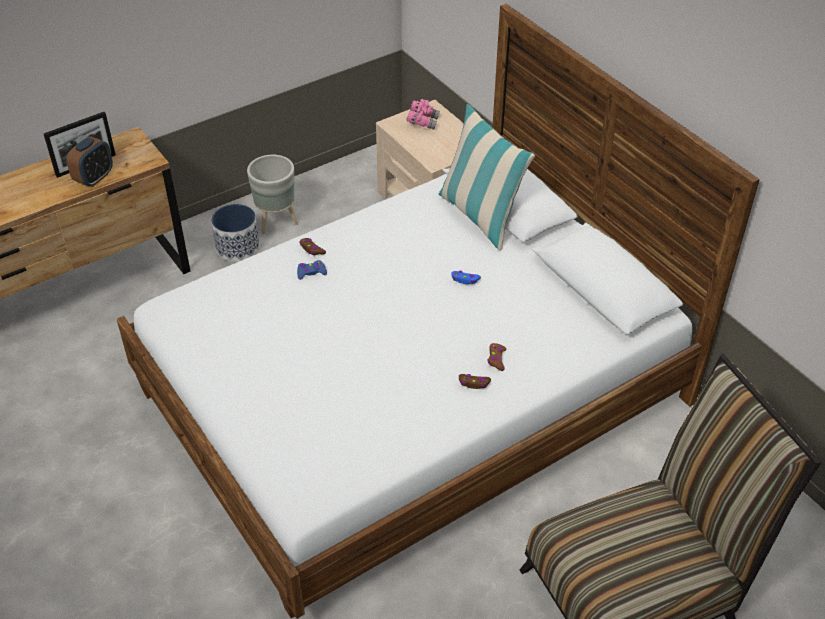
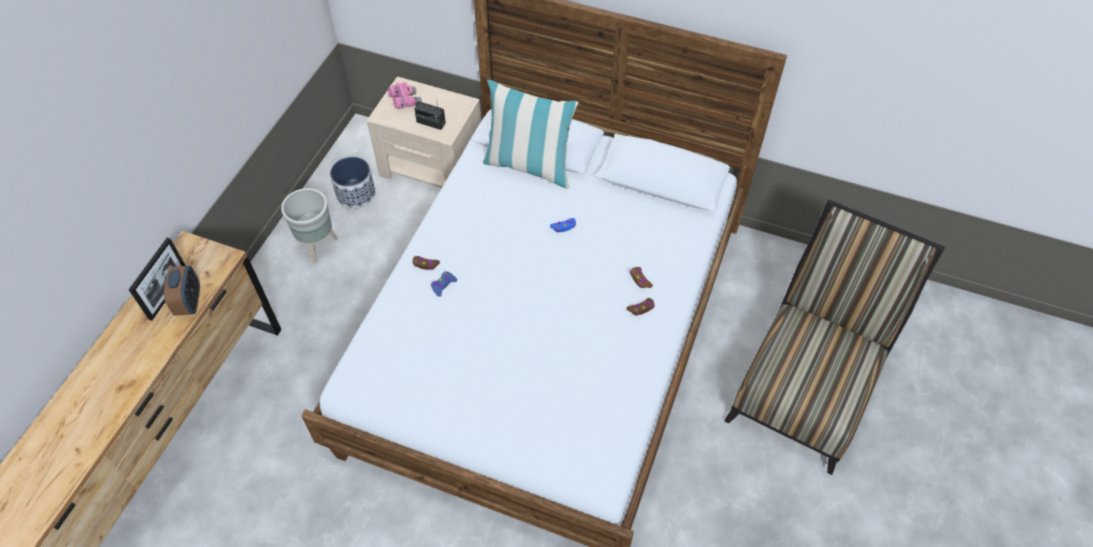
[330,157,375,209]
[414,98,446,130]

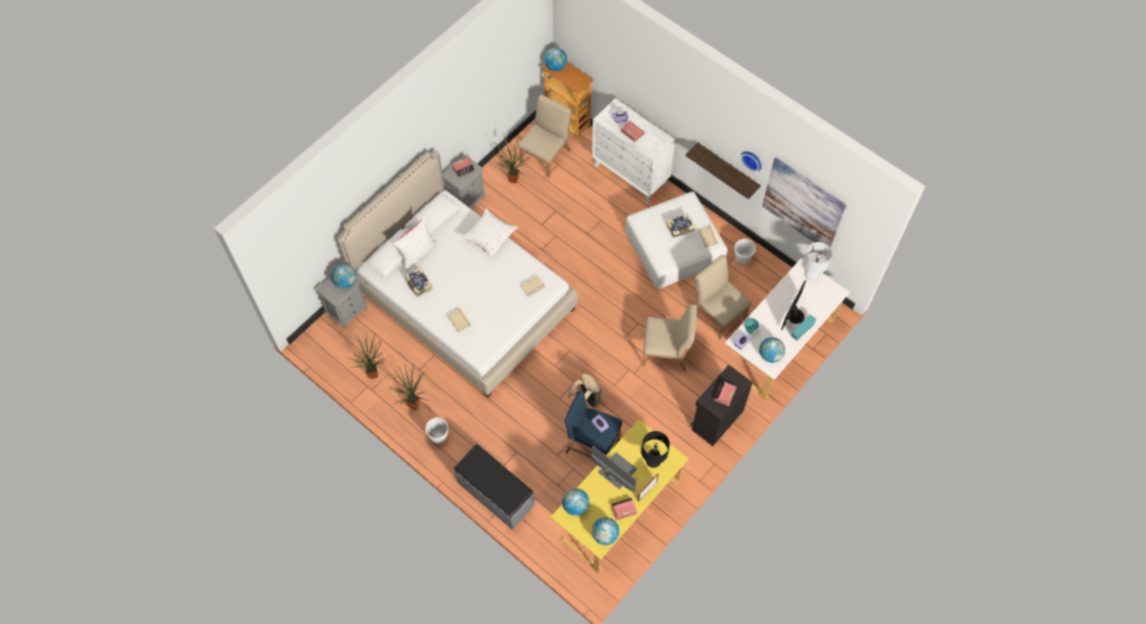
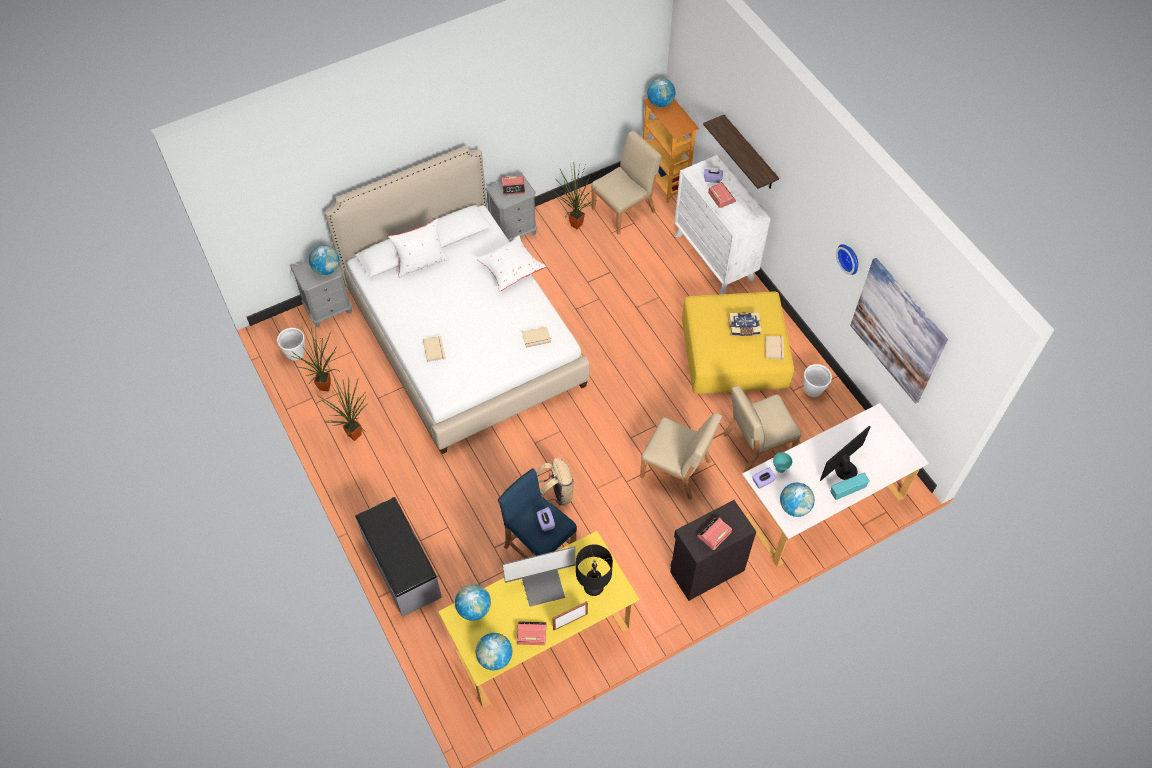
[277,328,305,361]
[503,546,575,607]
[682,292,794,394]
[703,115,779,189]
[723,386,801,472]
[405,267,433,297] (first image)
[804,242,832,281] (first image)

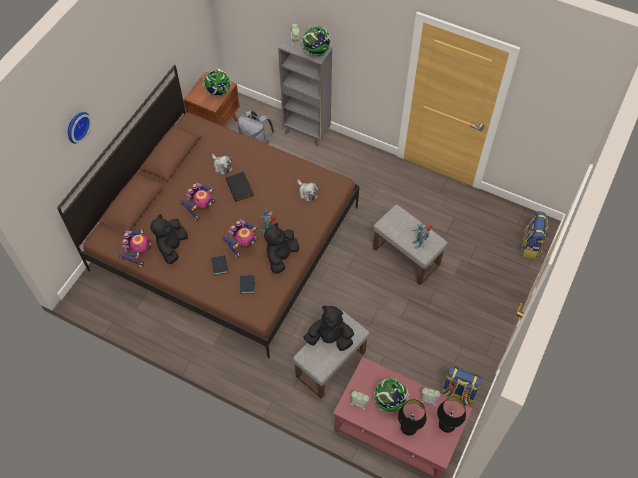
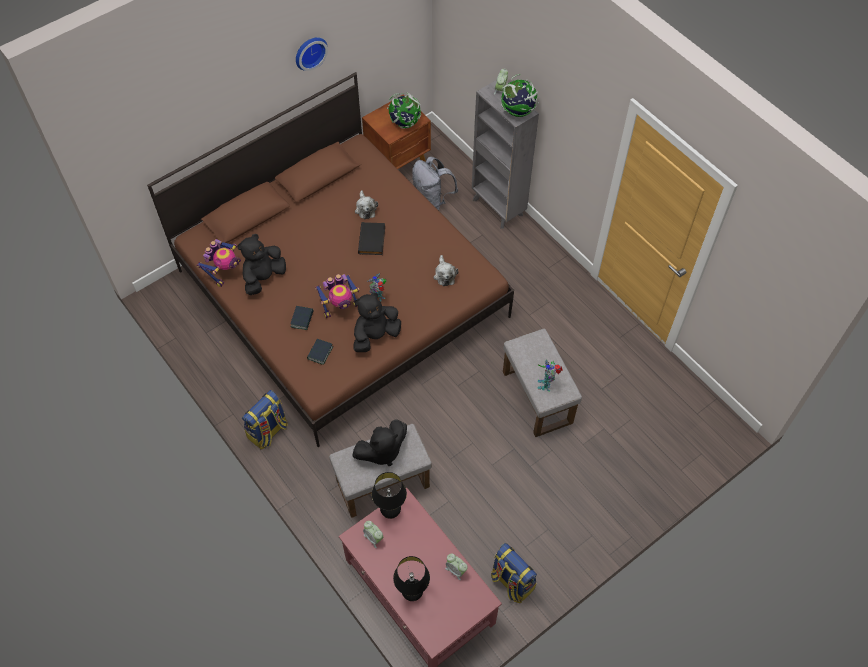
[242,390,288,449]
[296,37,328,71]
[352,419,407,466]
[372,472,407,519]
[180,182,215,221] (first image)
[374,377,409,412] (first image)

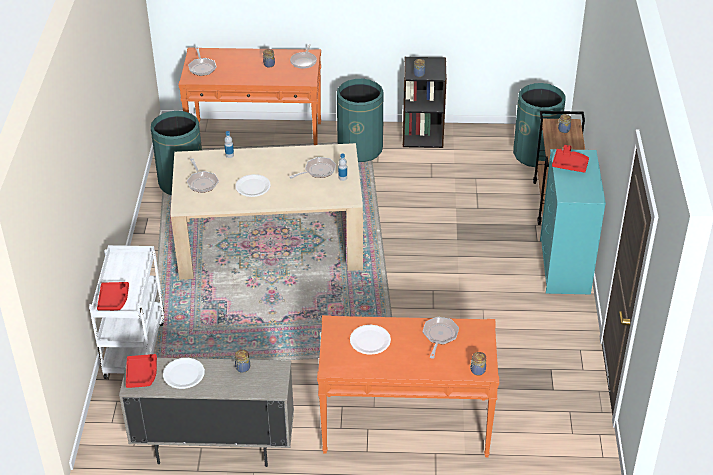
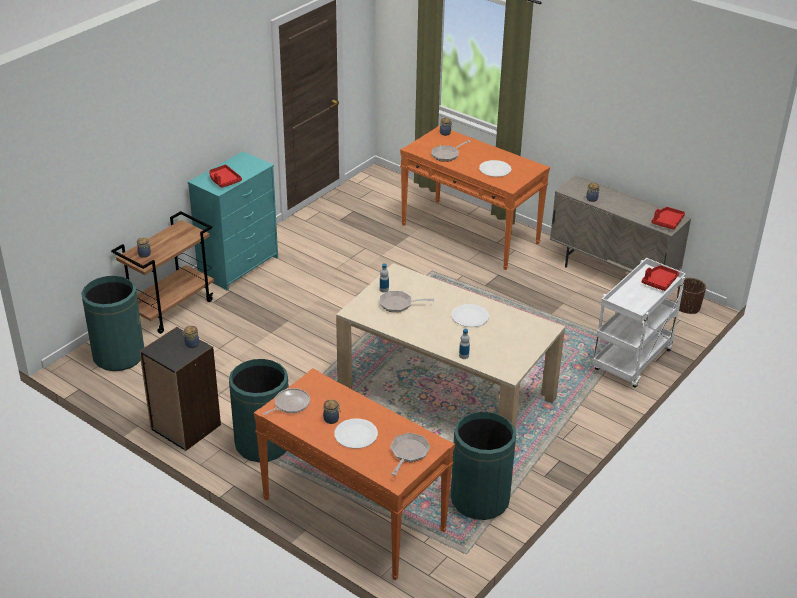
[334,419,378,449]
[676,278,706,314]
[187,158,219,193] (first image)

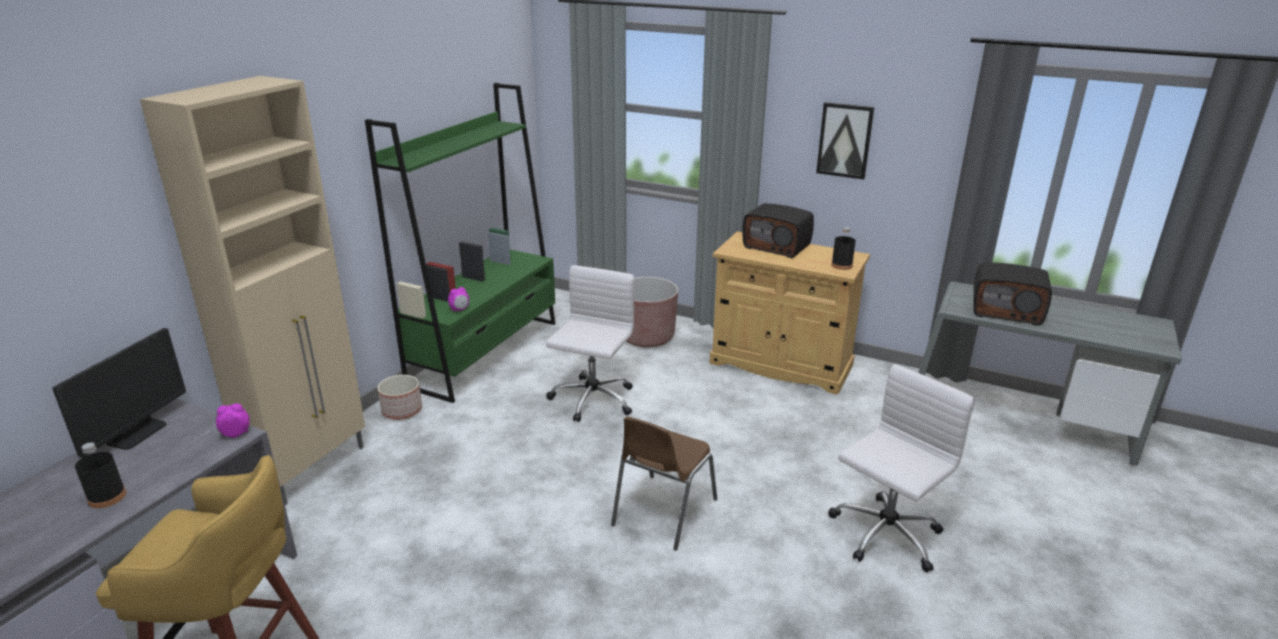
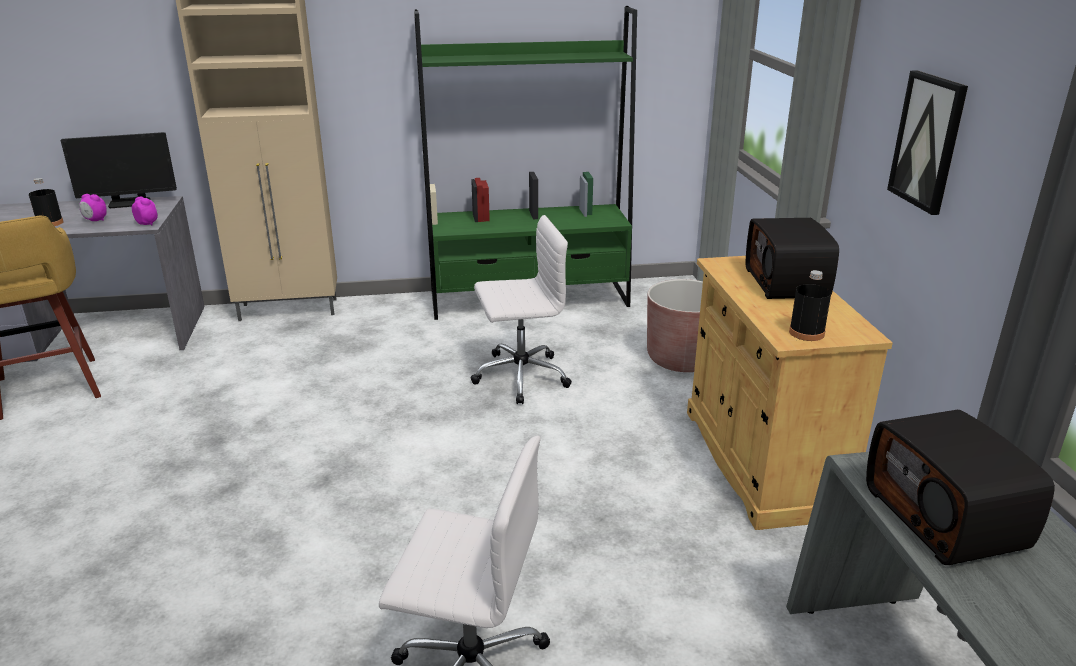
[79,194,107,221]
[377,375,422,420] (first image)
[611,417,717,551] (first image)

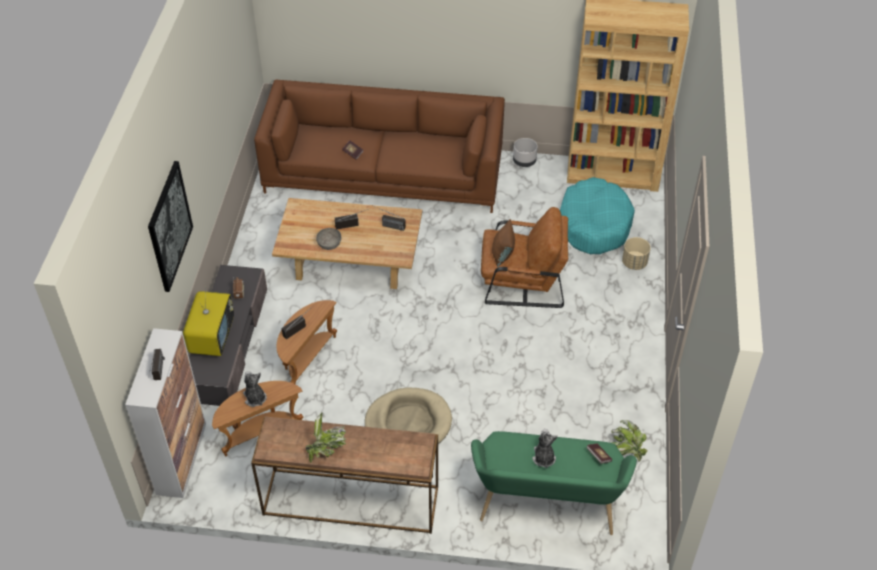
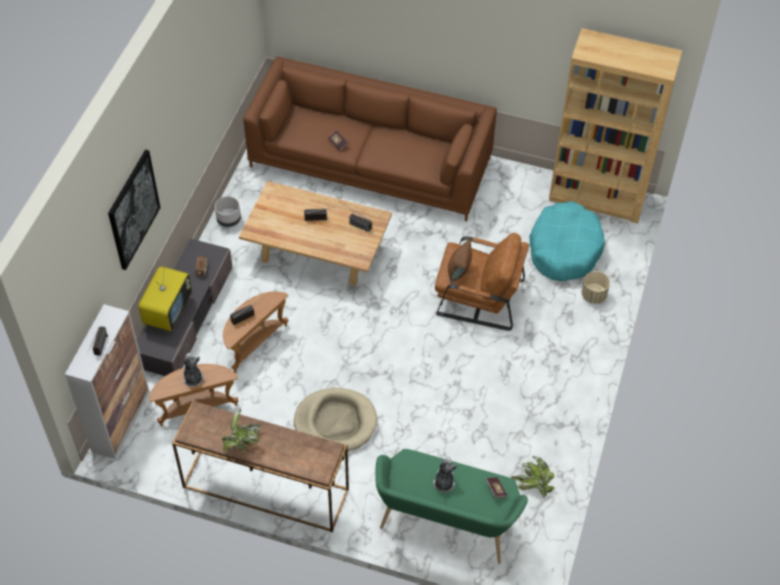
[215,196,241,227]
[316,228,341,250] (first image)

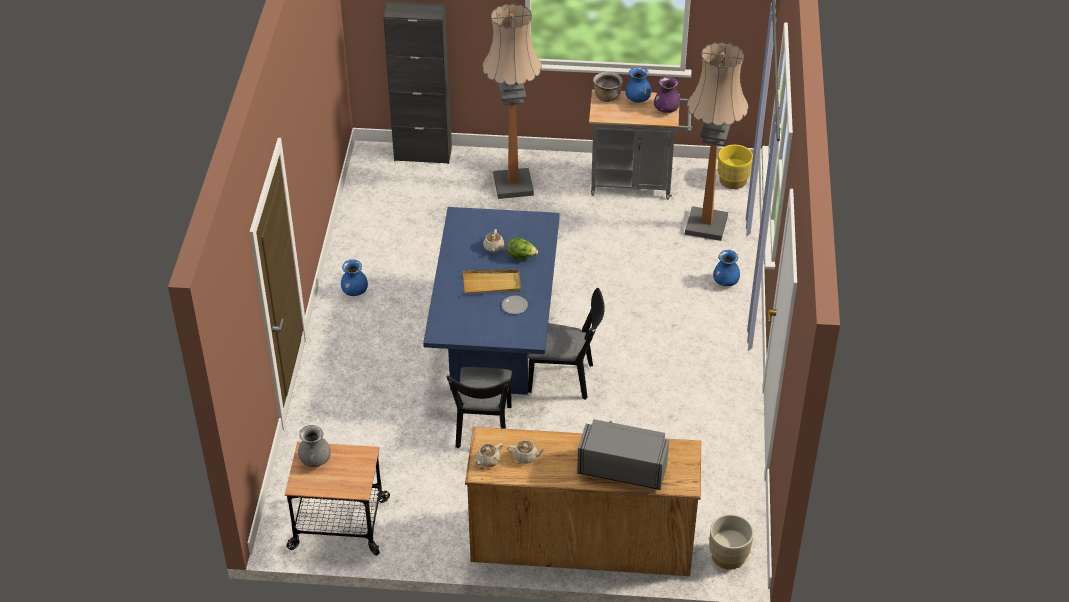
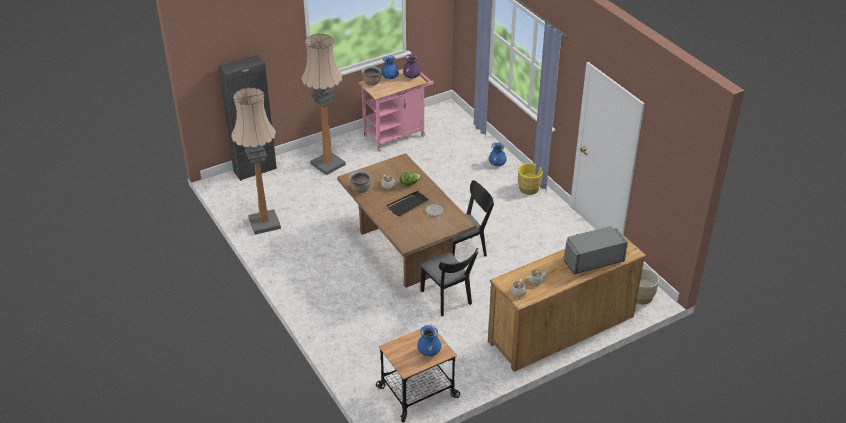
[231,87,281,235]
[337,153,476,288]
[349,170,371,193]
[359,69,434,151]
[387,191,430,217]
[417,325,441,356]
[518,163,543,195]
[298,425,331,467] (first image)

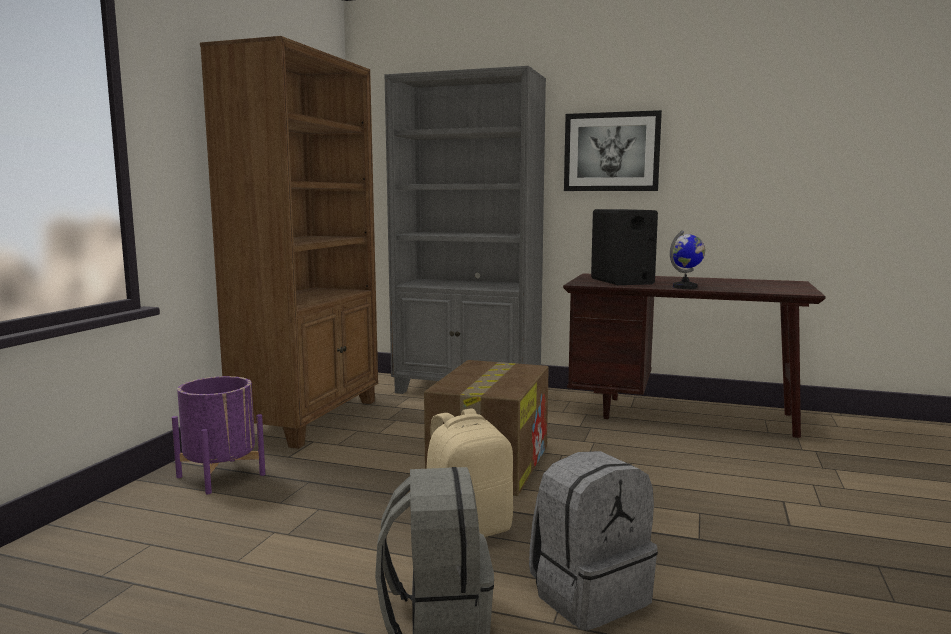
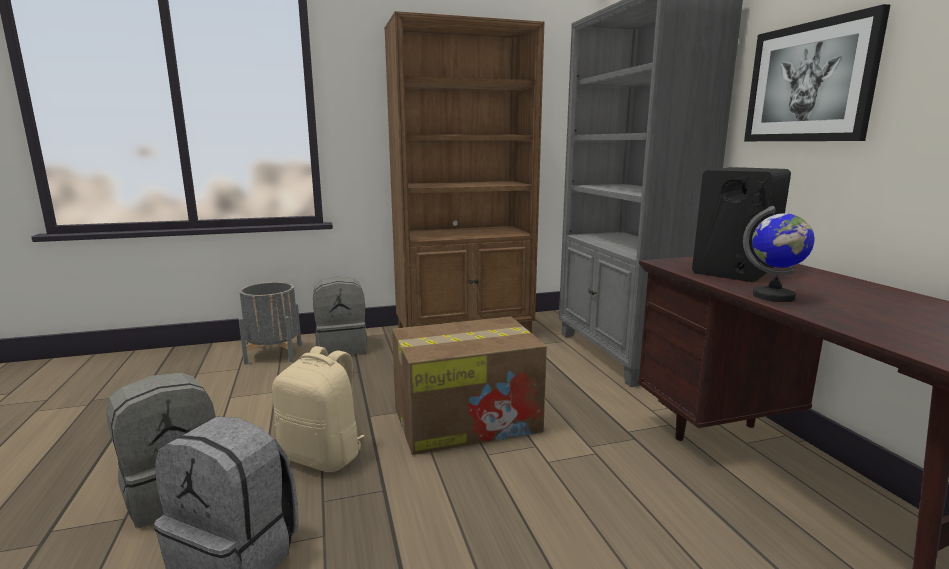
[239,282,302,365]
[313,277,368,355]

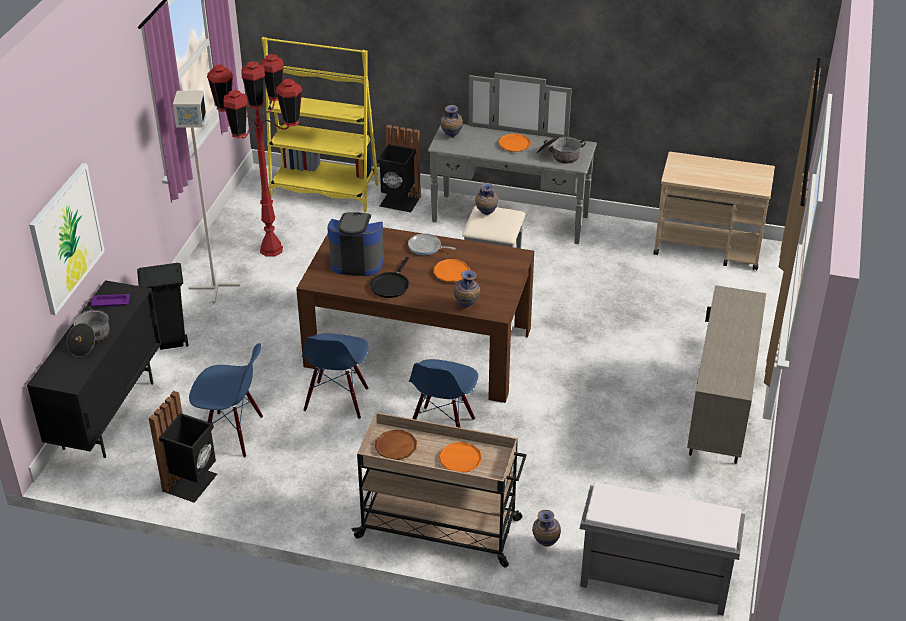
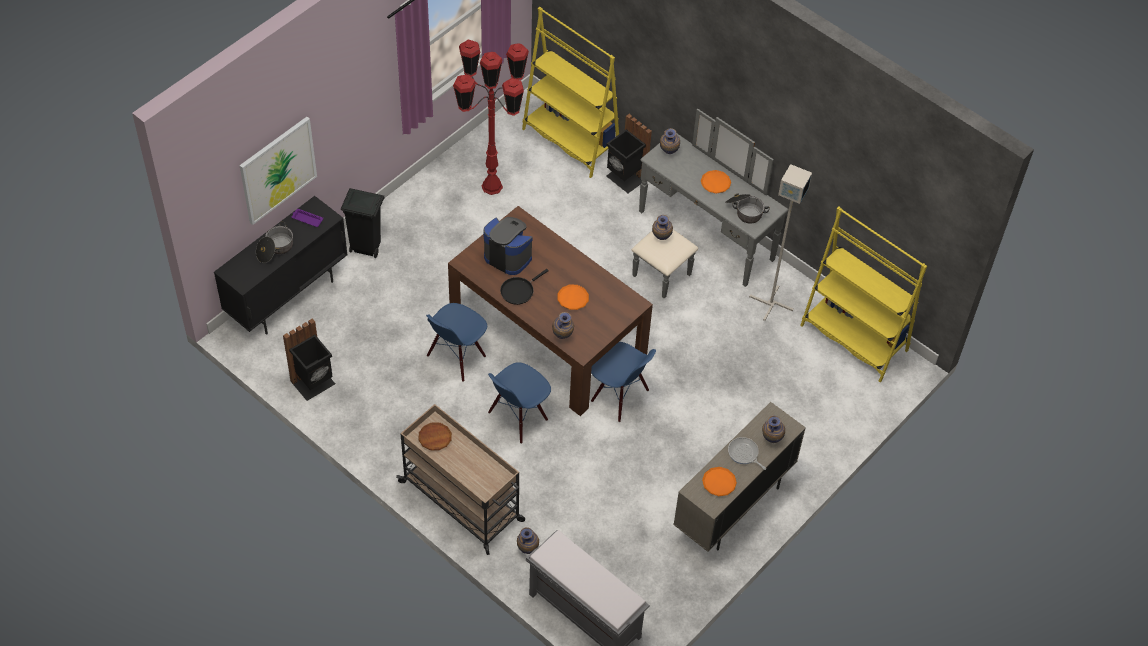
[591,342,656,422]
[702,467,737,496]
[728,437,766,470]
[749,164,812,321]
[762,415,785,443]
[800,206,927,382]

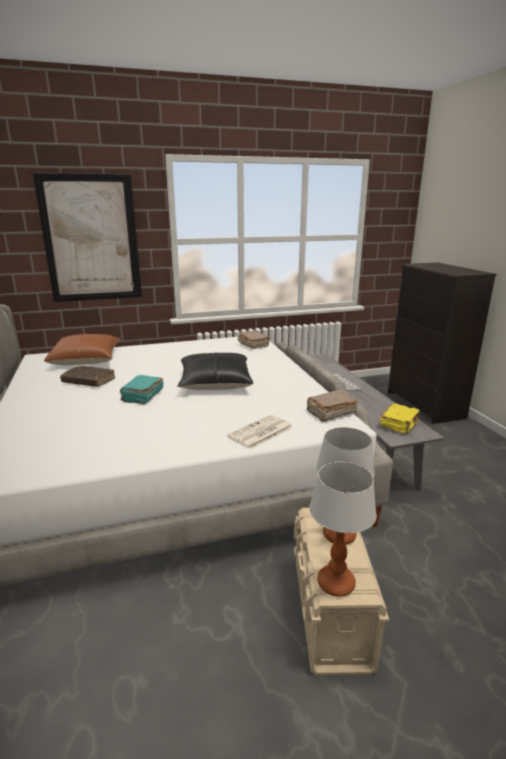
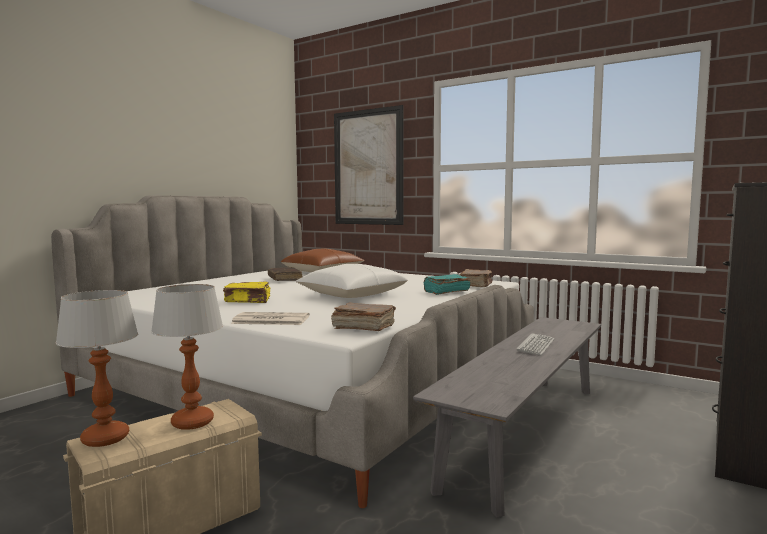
[223,281,270,303]
[295,264,408,298]
[424,274,470,295]

